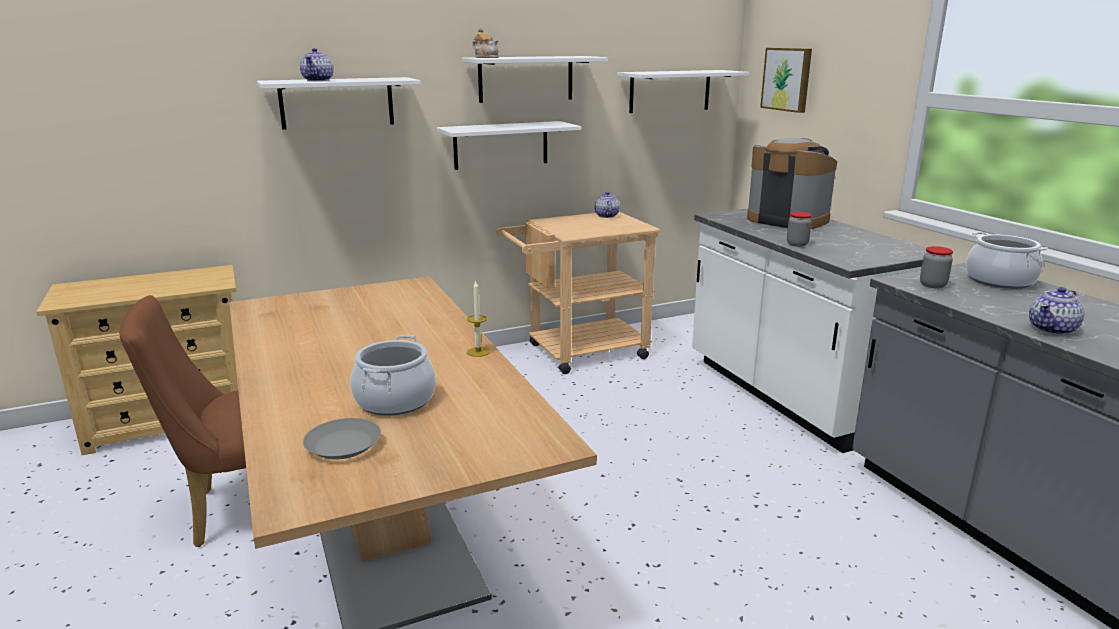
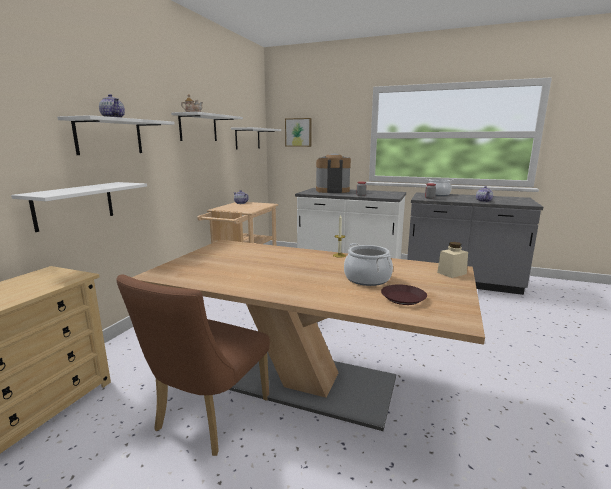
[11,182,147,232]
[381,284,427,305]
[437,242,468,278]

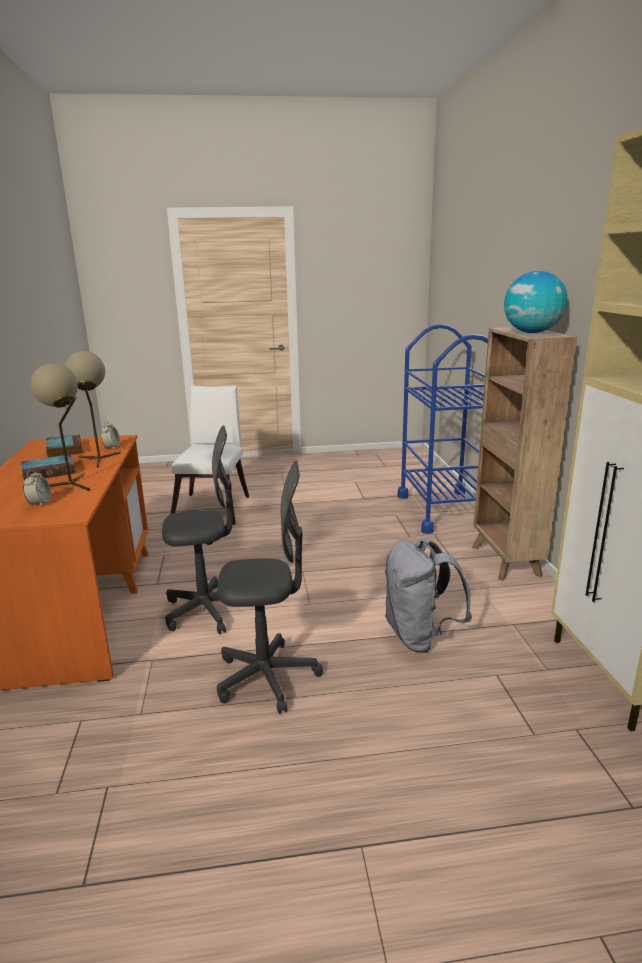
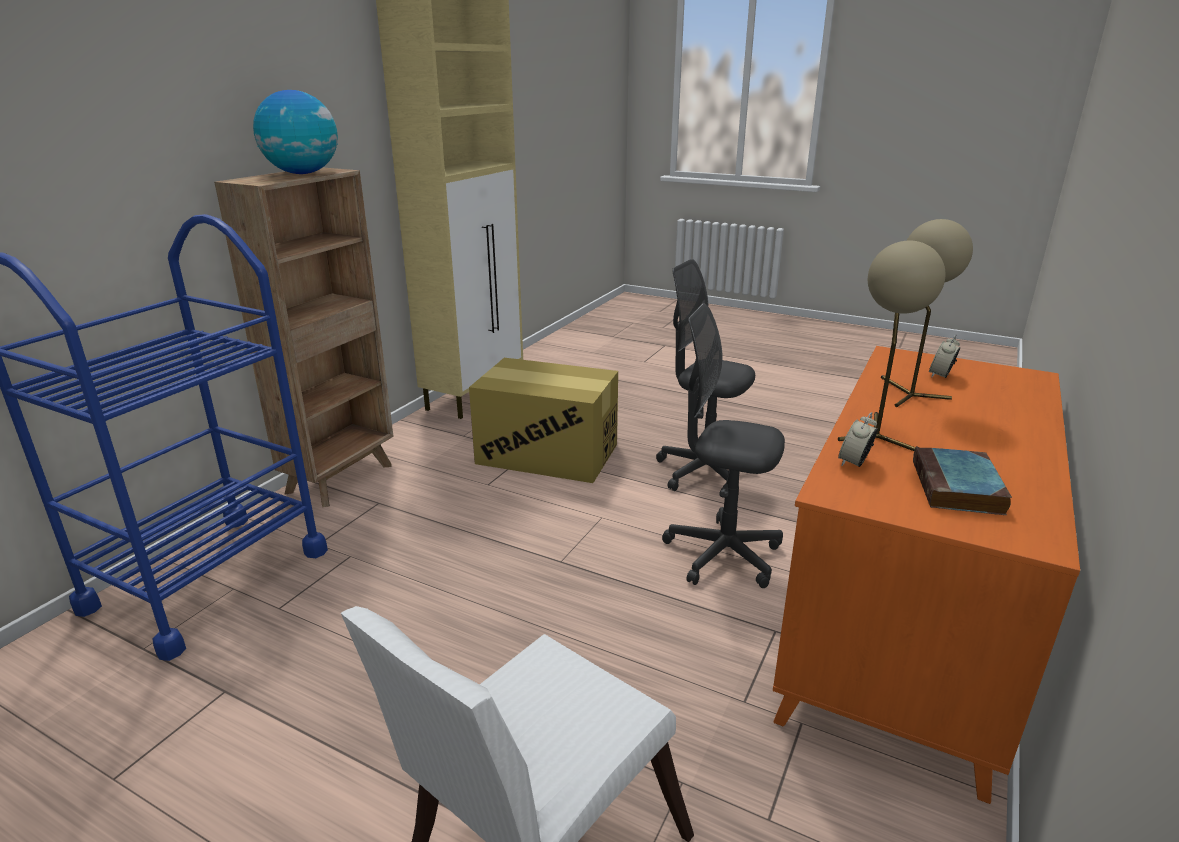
[469,358,618,483]
[21,454,76,480] (first image)

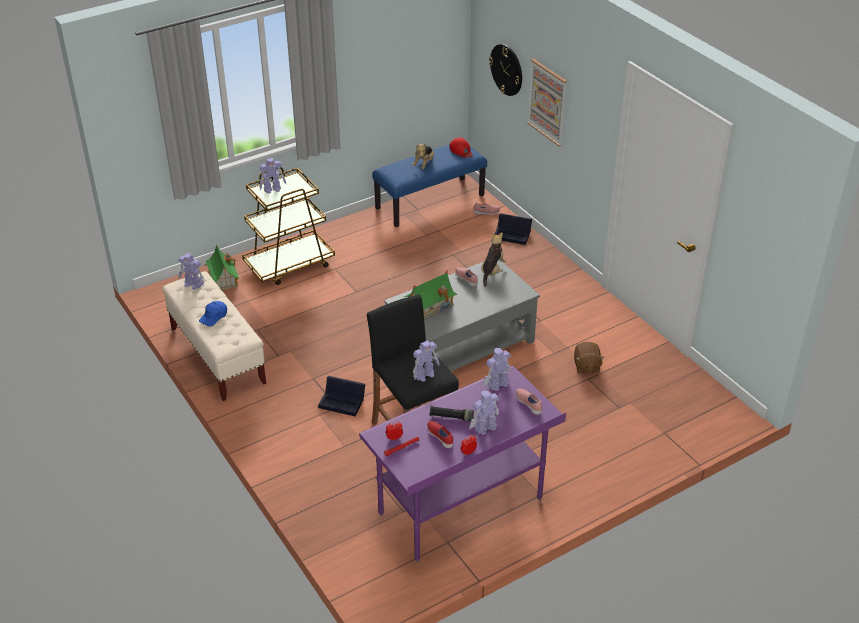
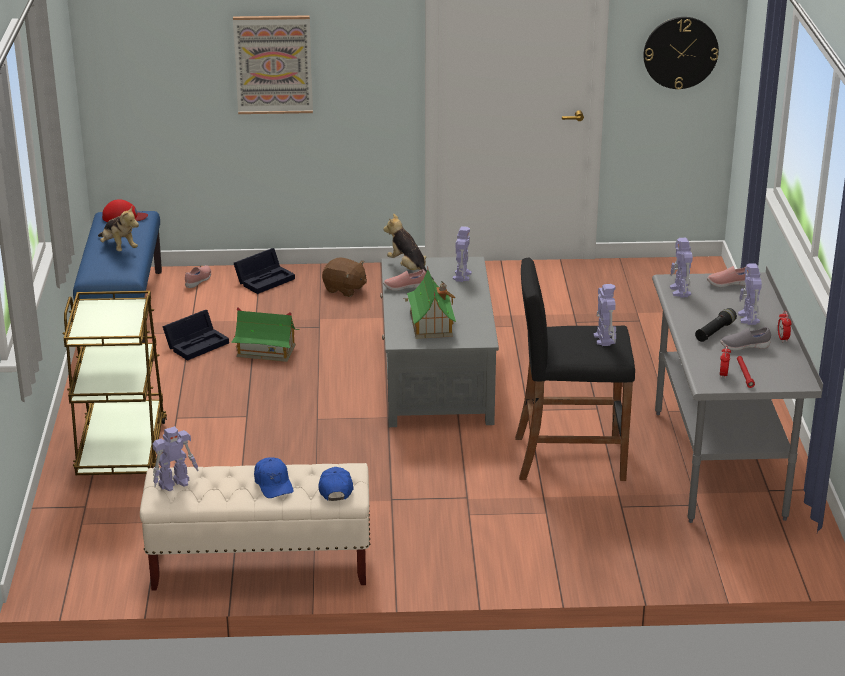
[162,310,229,361]
[231,307,300,362]
[319,467,353,501]
[322,257,367,297]
[453,226,472,282]
[644,17,719,90]
[652,266,823,523]
[720,327,771,351]

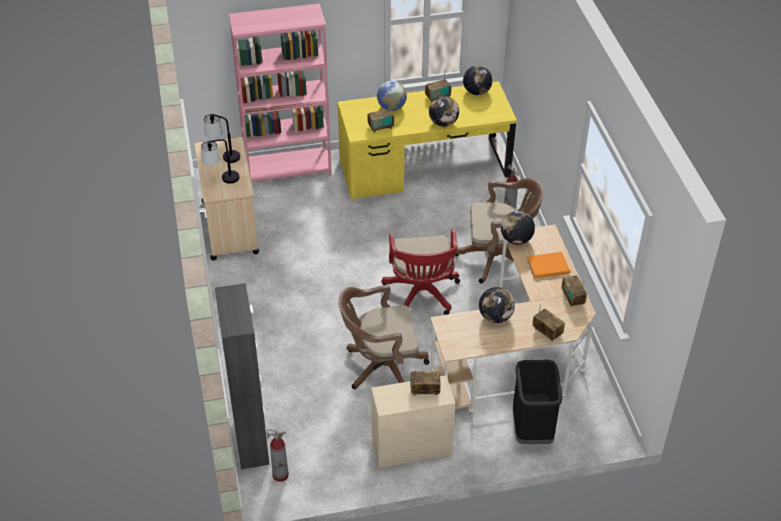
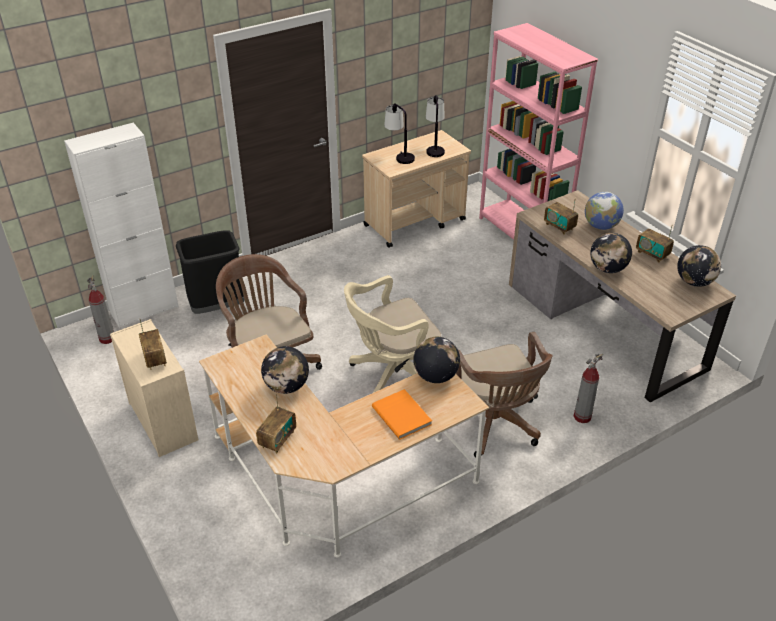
[64,123,179,328]
[176,230,244,314]
[344,275,441,393]
[509,190,736,403]
[562,275,587,307] (first image)

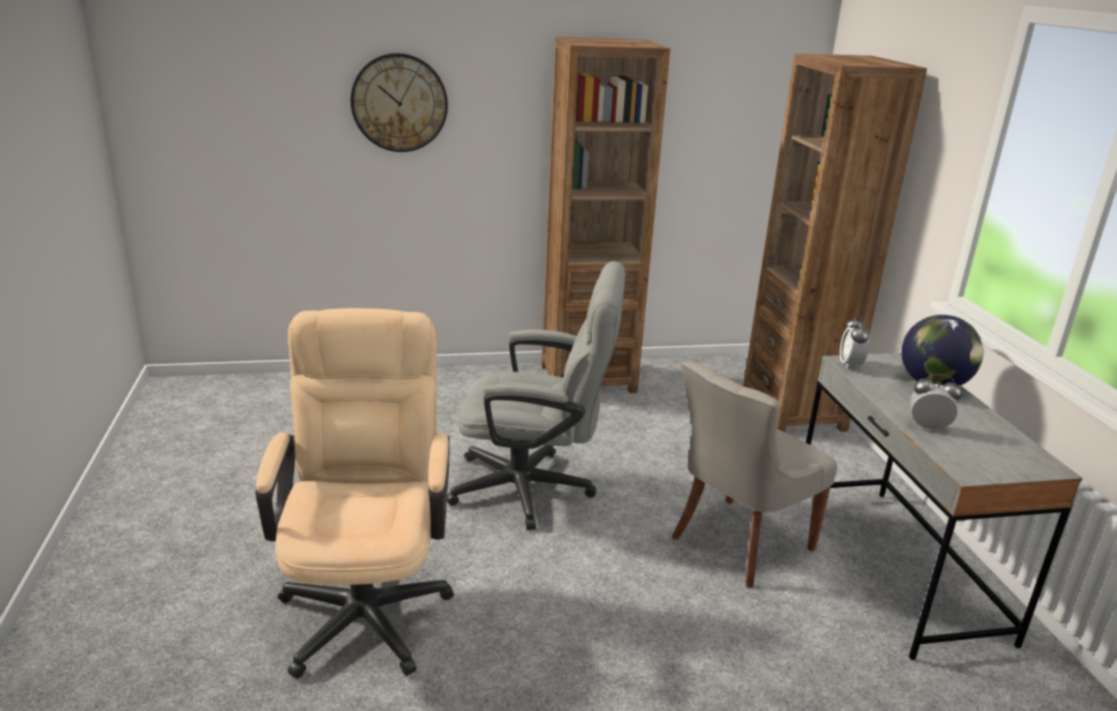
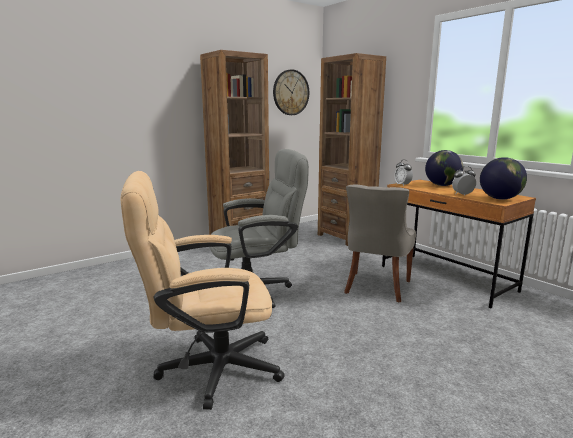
[121,171,285,410]
[273,69,309,115]
[382,180,536,308]
[480,157,527,200]

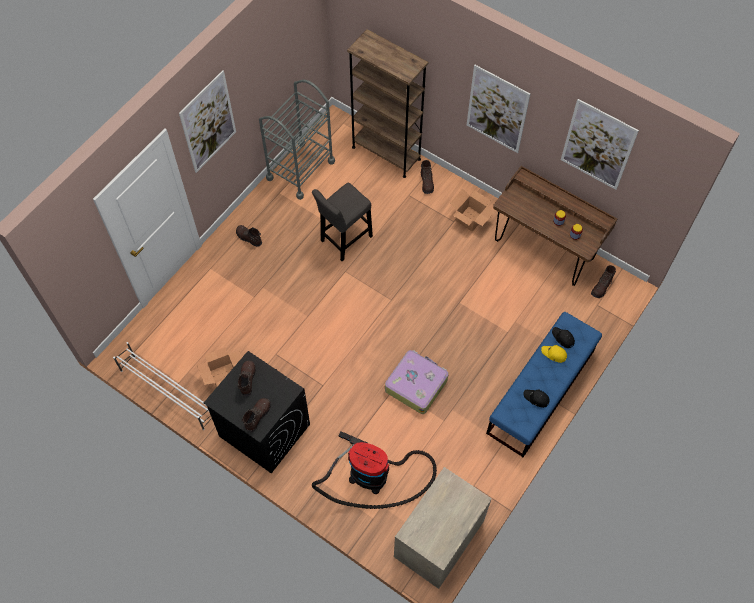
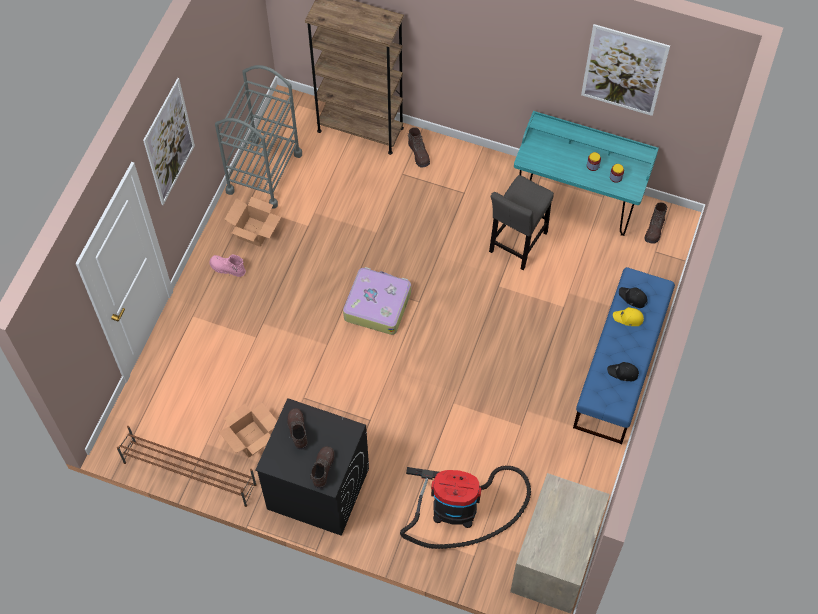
[117,426,257,507]
[209,255,246,277]
[224,197,281,247]
[343,267,411,335]
[489,175,554,270]
[514,111,659,236]
[467,65,530,153] (first image)

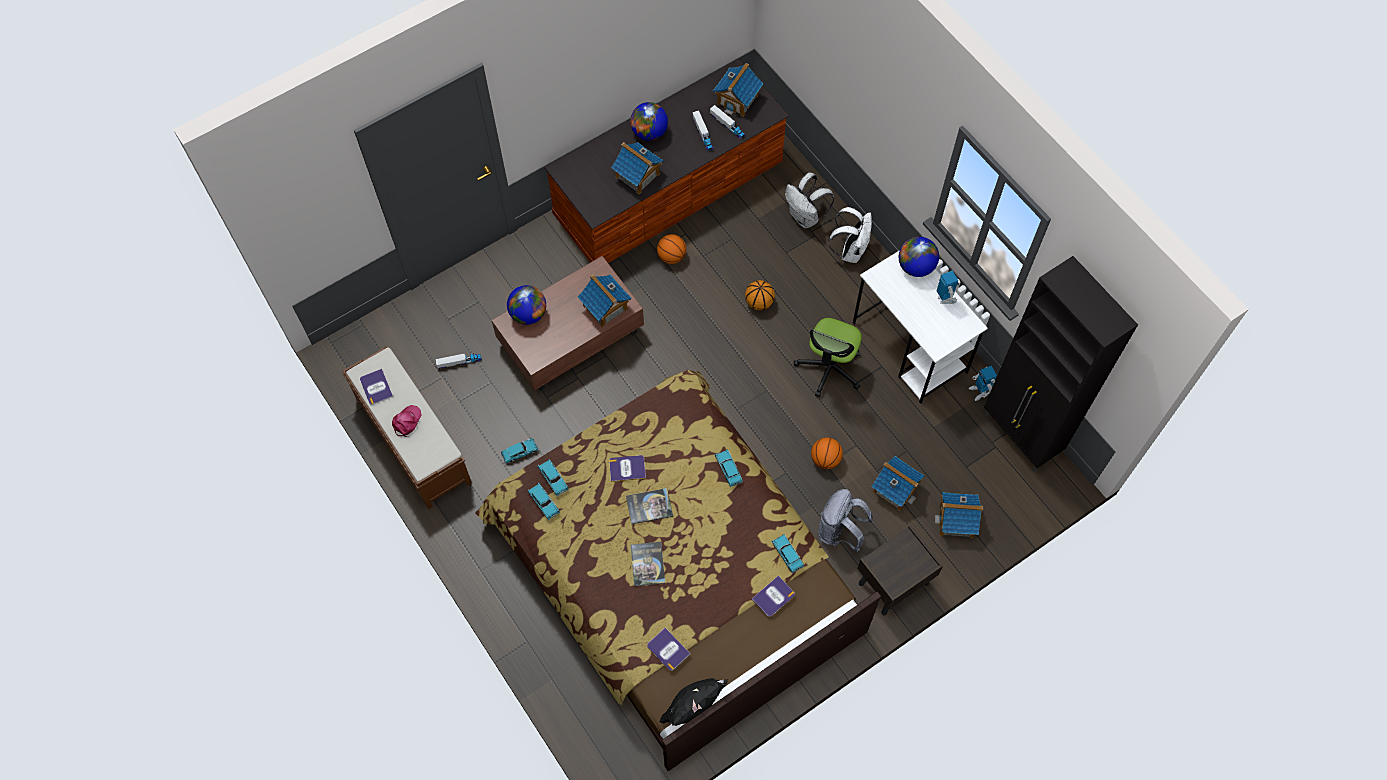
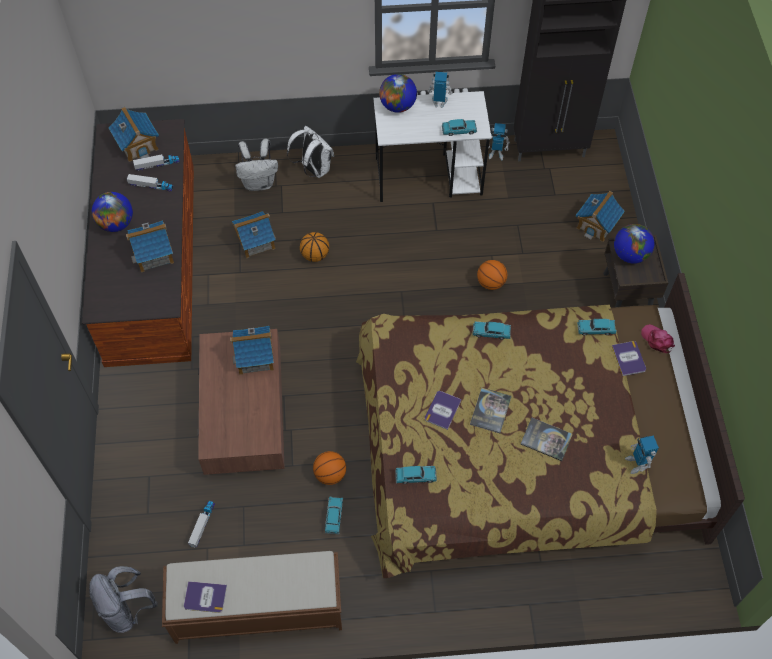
[89,566,158,633]
[232,211,276,258]
[313,451,346,485]
[442,119,477,136]
[614,224,655,264]
[625,435,659,474]
[641,324,676,353]
[659,678,728,726] (first image)
[794,318,862,397] (first image)

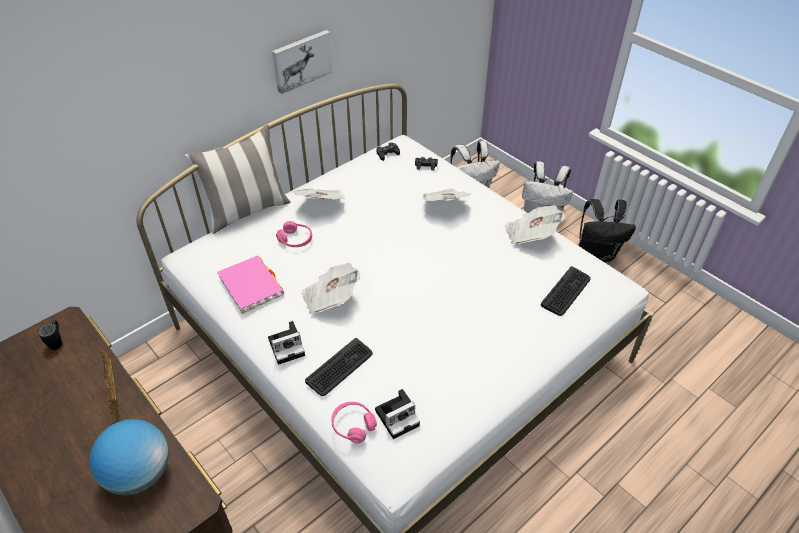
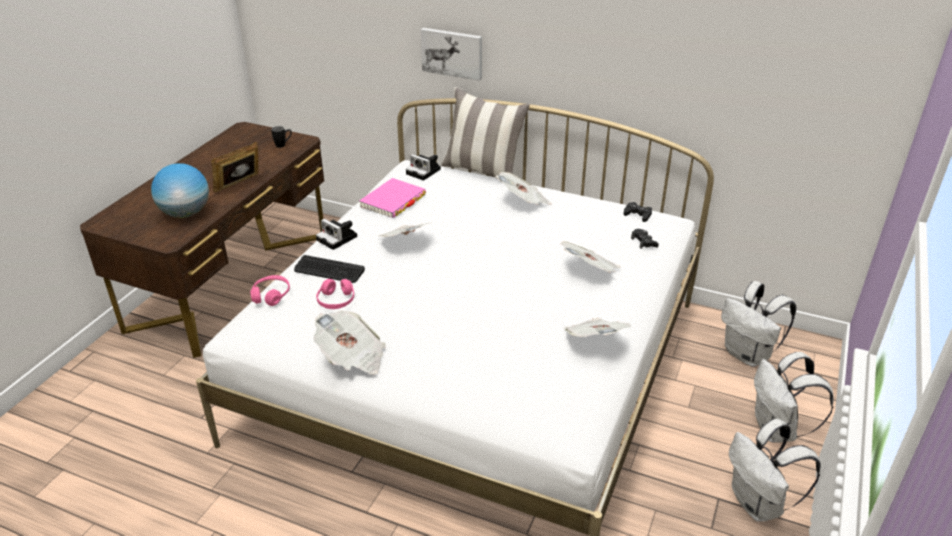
[313,311,386,375]
[316,279,354,309]
[406,154,441,181]
[421,28,482,81]
[729,419,821,522]
[541,266,590,316] (first image)

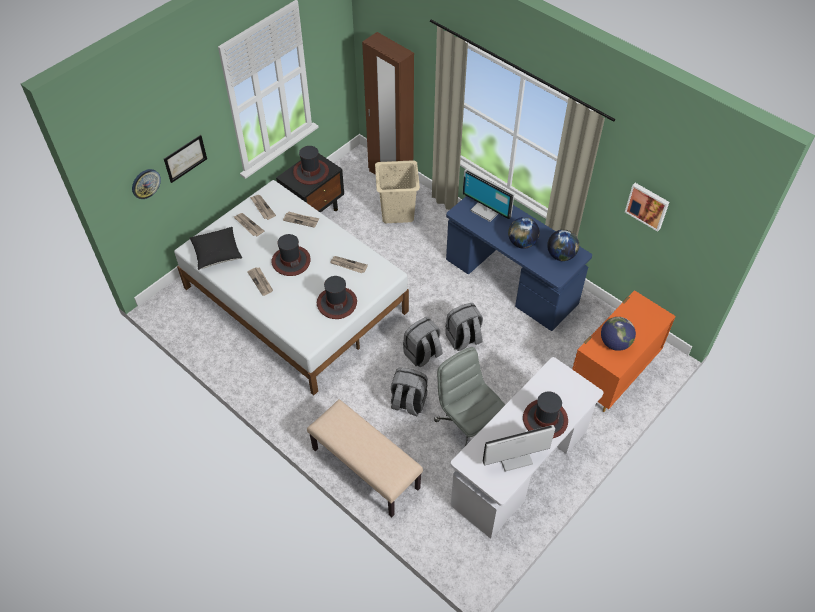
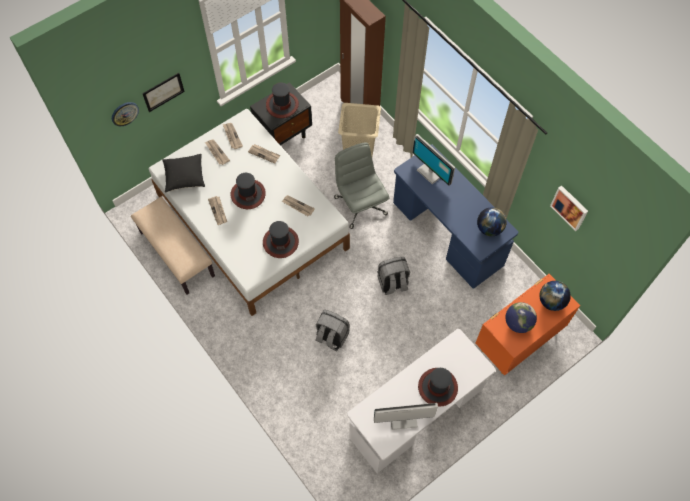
[131,197,215,295]
[334,142,389,229]
[539,281,571,311]
[403,317,443,367] (first image)

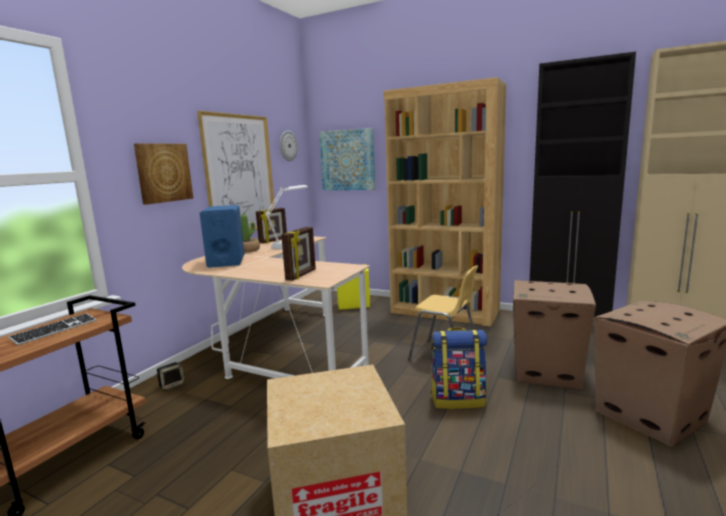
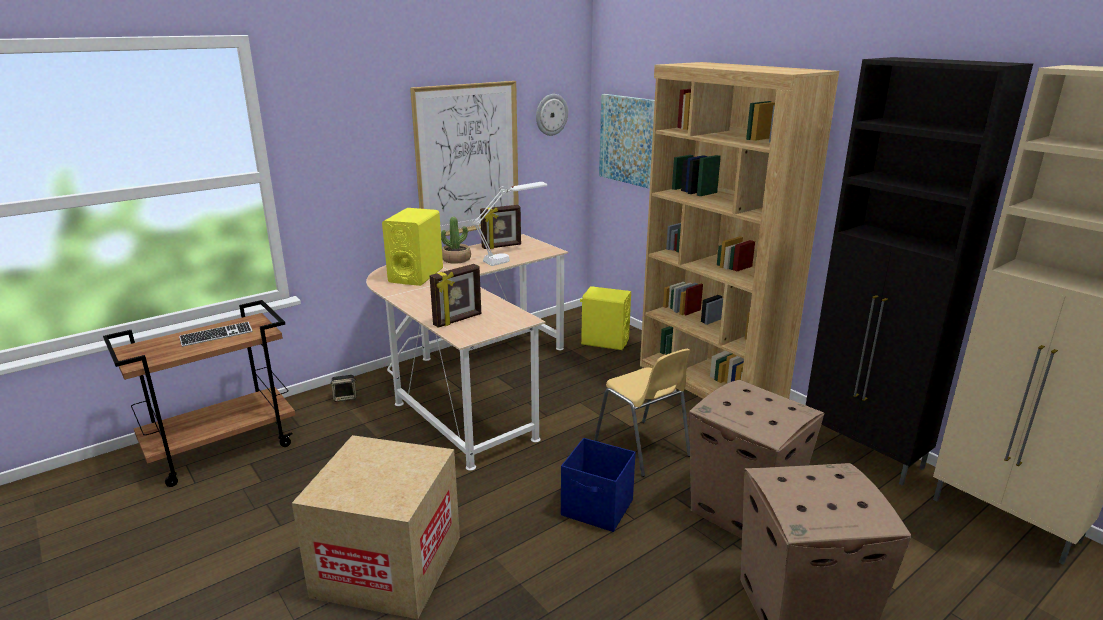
[382,208,443,286]
[561,438,636,532]
[134,143,193,205] (first image)

